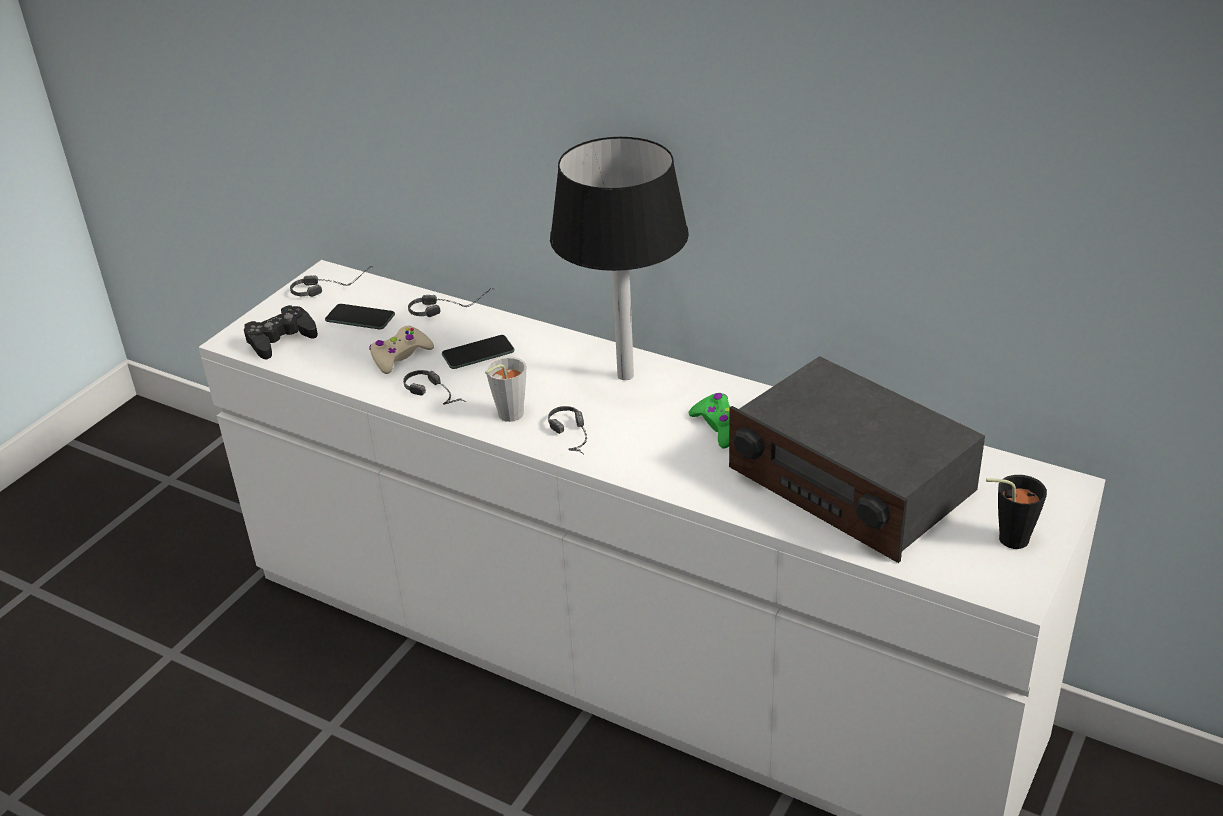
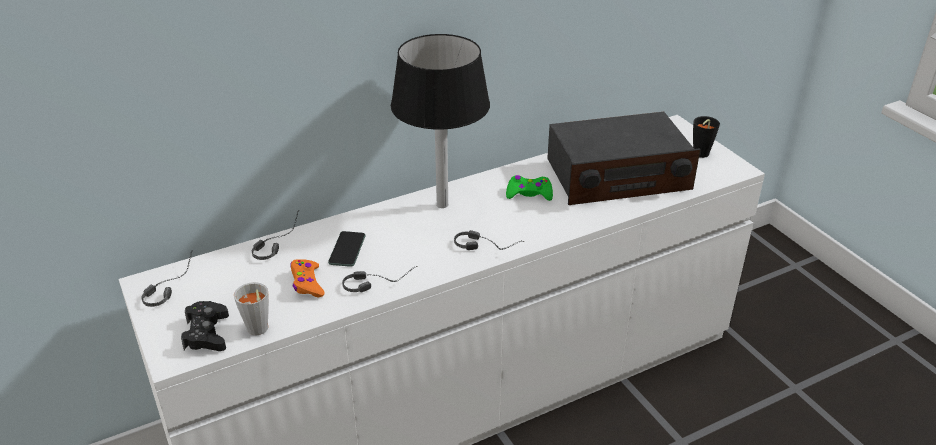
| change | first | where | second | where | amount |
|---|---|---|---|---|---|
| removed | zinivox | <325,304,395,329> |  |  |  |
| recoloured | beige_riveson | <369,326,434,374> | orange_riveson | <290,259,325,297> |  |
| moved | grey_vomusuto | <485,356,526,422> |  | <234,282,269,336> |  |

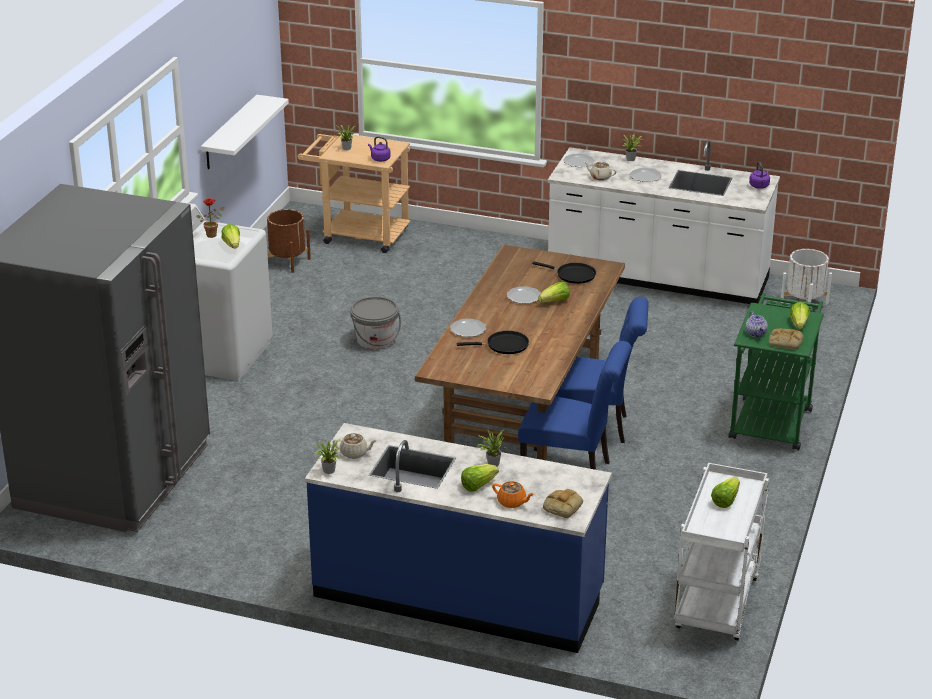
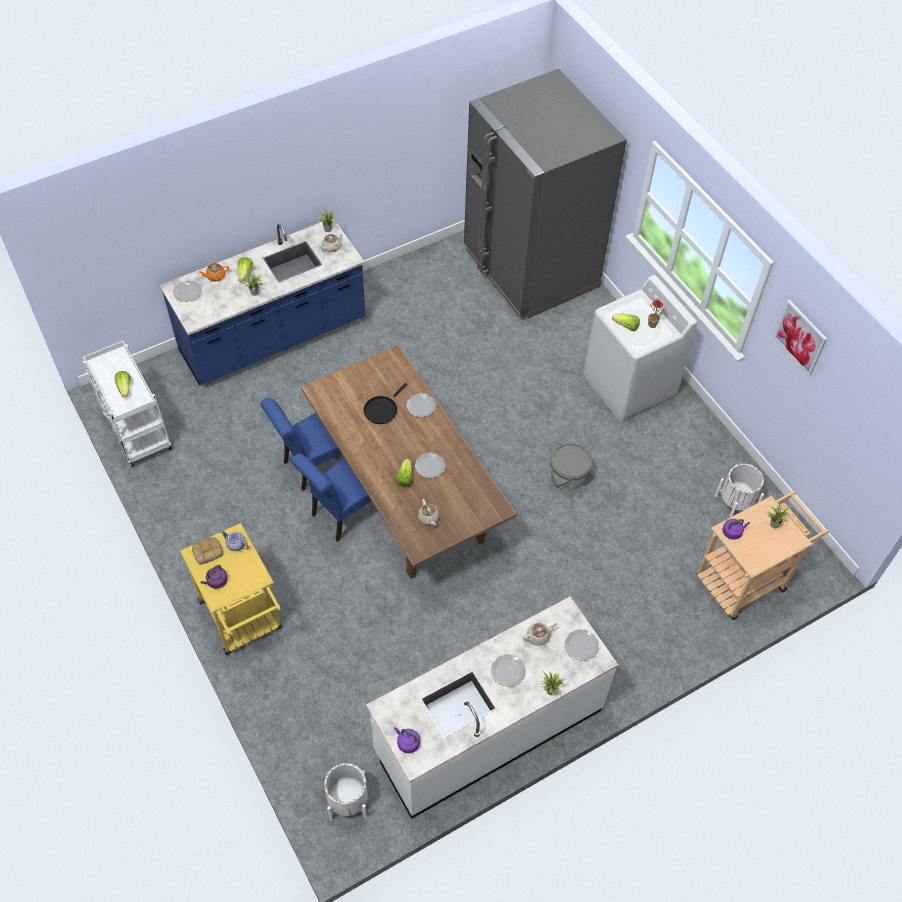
| change | first | where | second | where | amount |
|---|---|---|---|---|---|
| removed | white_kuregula | <201,95,289,169> |  |  |  |
| recoloured | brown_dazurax | <267,209,311,273> | white_dazurax | <715,463,764,519> |  |
| replaced | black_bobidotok | <532,262,596,284> | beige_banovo | <418,499,439,526> |  |
| replaced | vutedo | <543,489,583,518> | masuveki | <173,280,202,302> |  |
| recoloured | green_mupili | <728,293,824,450> | yellow_mupili | <180,523,282,655> |  |
| replaced | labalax | <790,302,810,329> | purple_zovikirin | <200,565,228,589> |  |
| added |  |  | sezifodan | <773,300,827,376> |  |

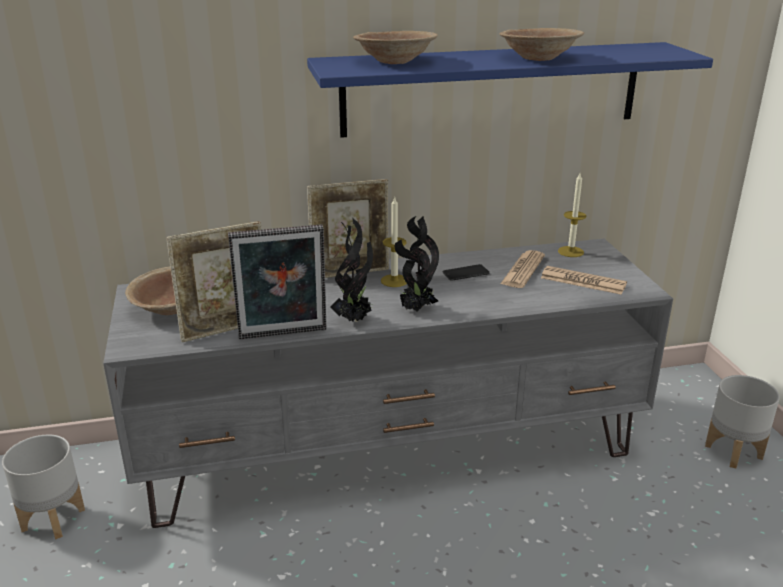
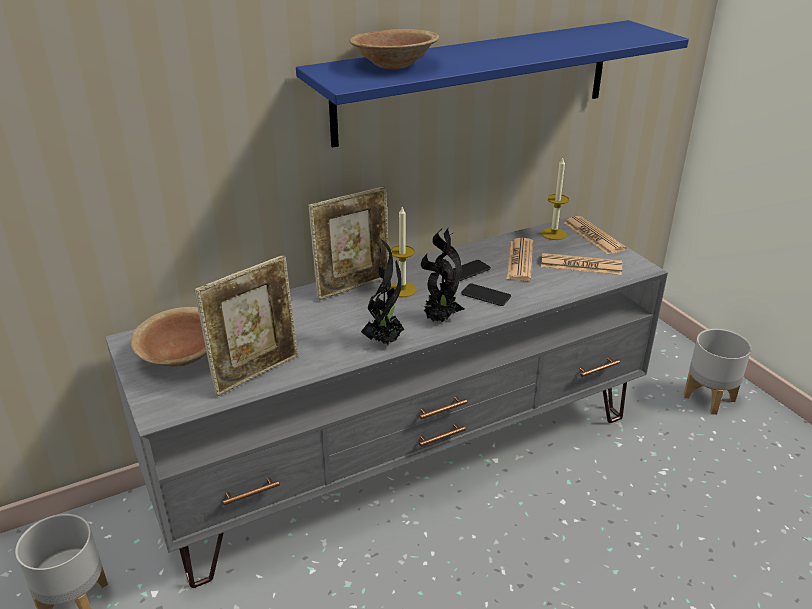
| change | first | where | second | where | amount |
|---|---|---|---|---|---|
| removed | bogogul | <228,225,327,339> |  |  |  |
| removed | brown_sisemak | <499,28,584,61> |  |  |  |
| added |  |  | zinivox | <461,283,511,306> |  |
| added |  |  | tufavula | <564,216,626,255> |  |

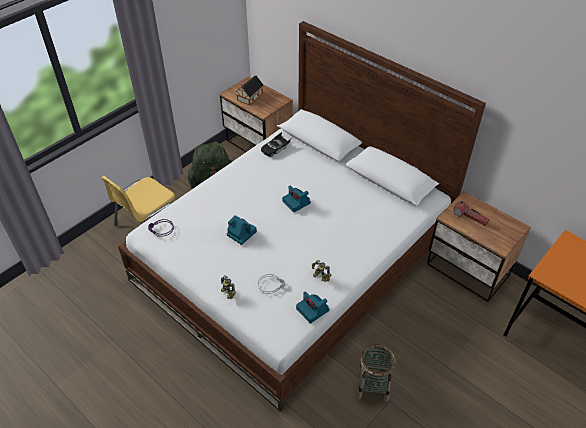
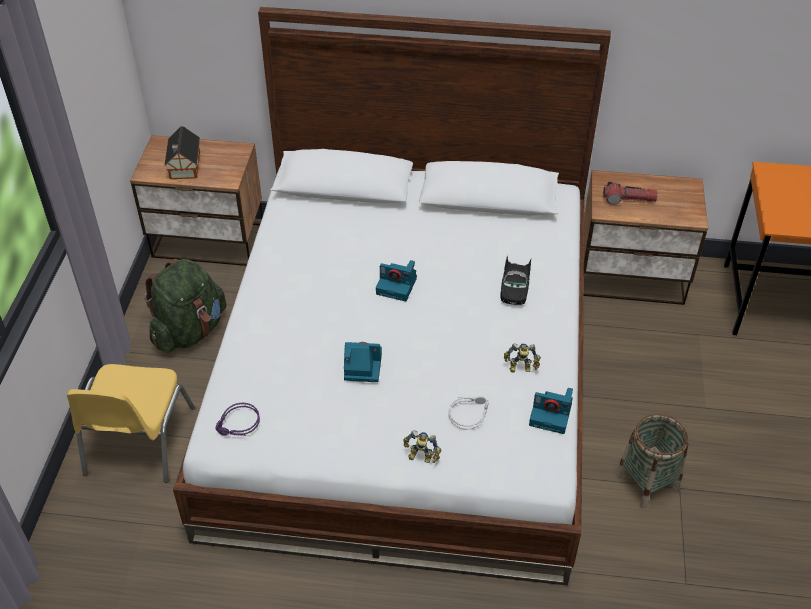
| change | first | where | second | where | amount |
|---|---|---|---|---|---|
| moved | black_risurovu | <261,132,291,157> |  | <500,256,531,305> |  |

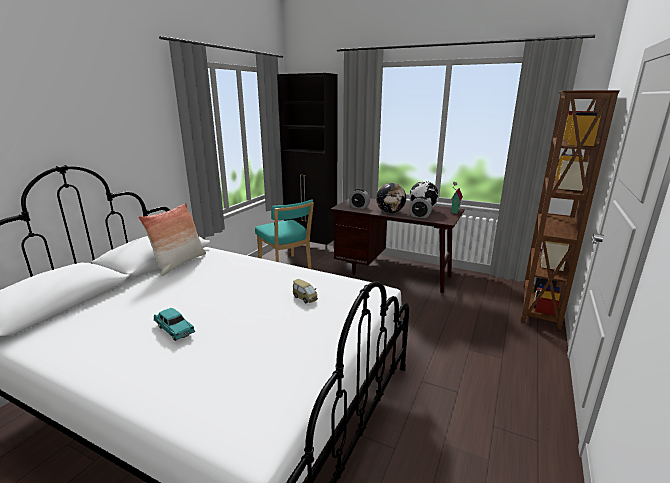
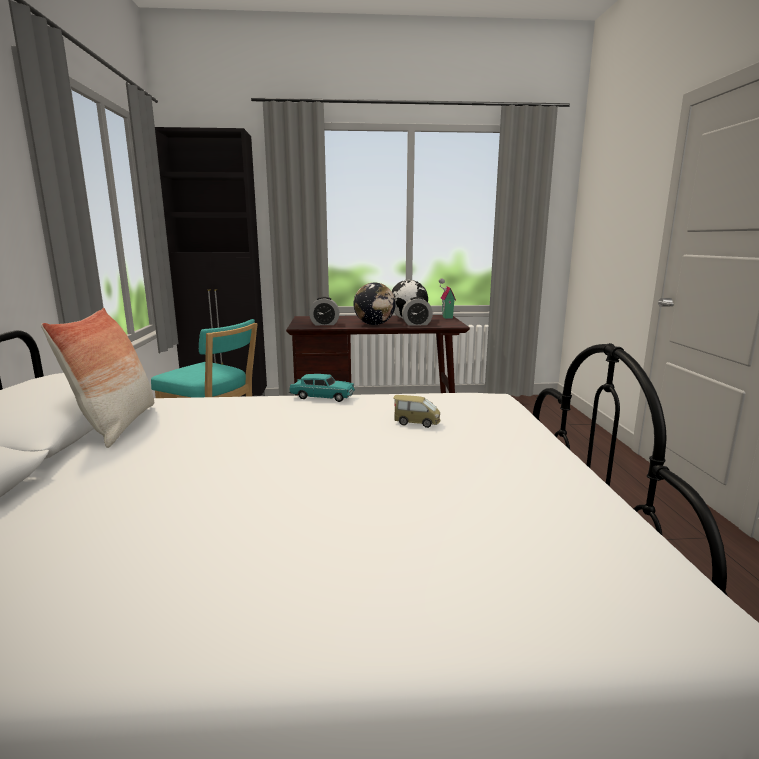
| change | first | where | second | where | amount |
|---|---|---|---|---|---|
| moved | turquoise_risurovu | <154,308,195,341> |  | <289,374,355,402> |  |
| removed | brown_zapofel | <521,90,620,330> |  |  |  |

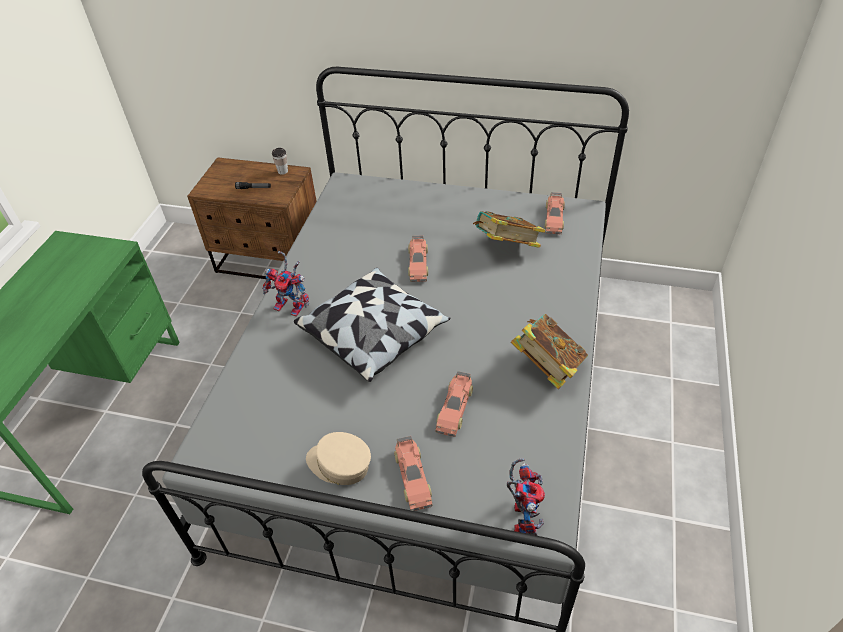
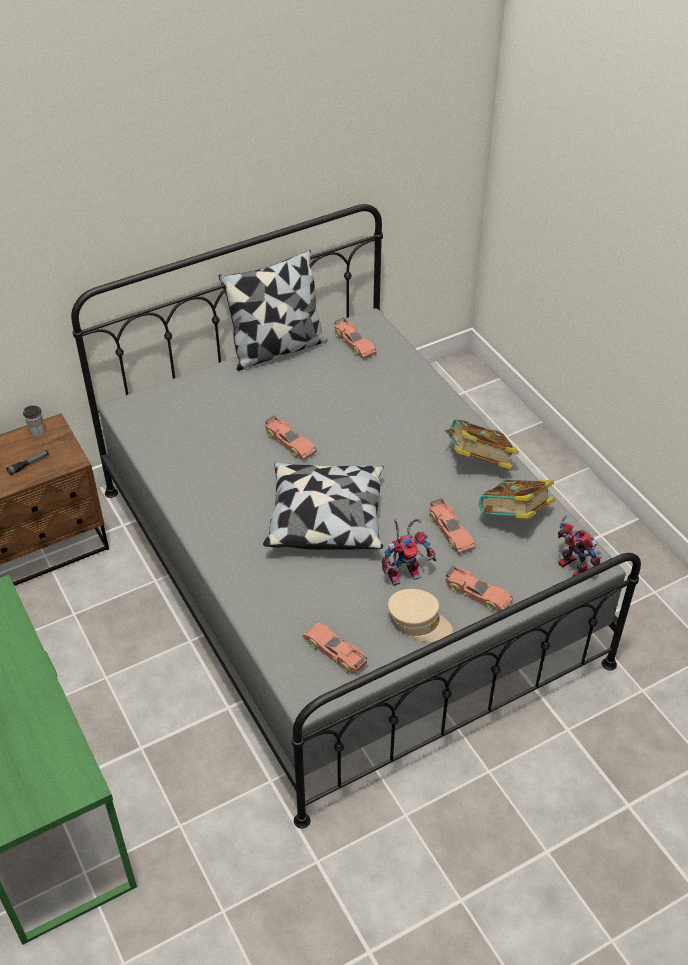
| change | first | where | second | where | amount |
|---|---|---|---|---|---|
| moved | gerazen | <262,251,309,317> |  | <382,518,436,586> |  |
| turned | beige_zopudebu | <306,432,371,485> |  | <388,589,453,642> | 135 degrees counterclockwise |
| moved | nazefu | <473,211,545,248> |  | <479,480,555,519> |  |
| added |  |  | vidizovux | <218,250,327,371> |  |
| added |  |  | risurovu | <303,623,367,673> |  |

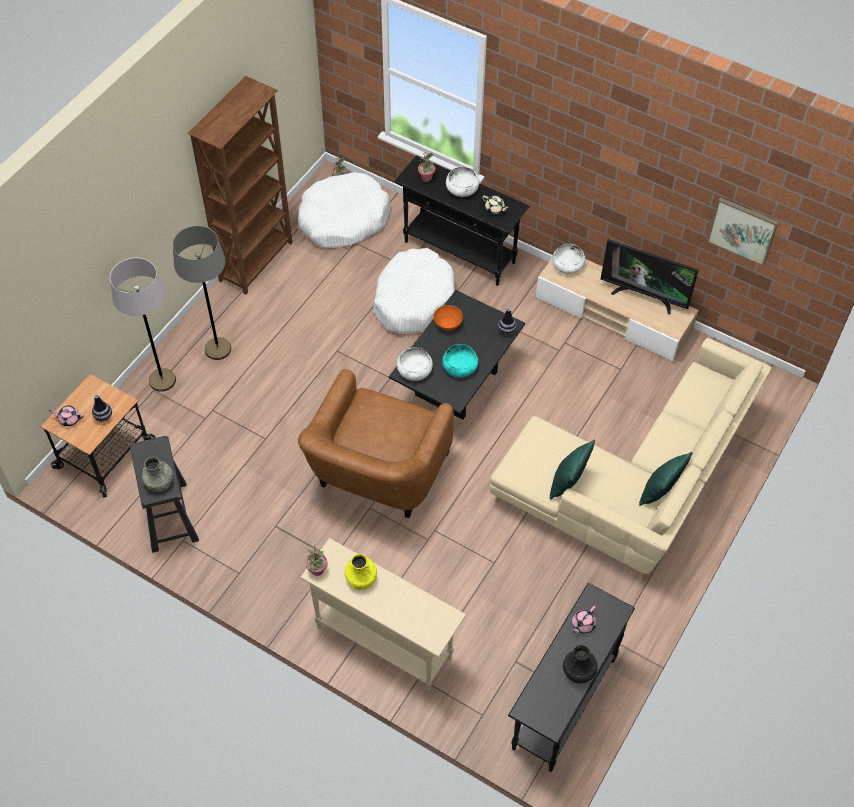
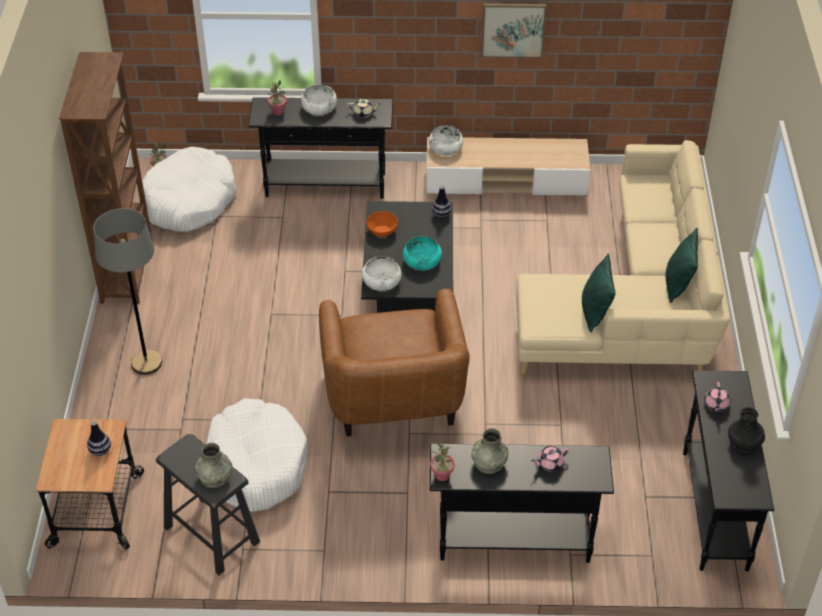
| change | first | where | second | where | amount |
|---|---|---|---|---|---|
| moved | pink_banovo | <49,405,84,426> |  | <531,446,569,471> |  |
| removed | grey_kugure | <110,258,176,392> |  |  |  |
| recoloured | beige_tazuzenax | <300,538,466,693> | black_tazuzenax | <430,443,614,563> |  |
| recoloured | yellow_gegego | <345,554,377,590> | grey_gegego | <471,428,509,474> |  |
| moved | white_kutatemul | <373,248,455,334> |  | <206,398,308,512> |  |
| removed | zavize | <601,239,699,315> |  |  |  |
| moved | sezifodan | <707,197,779,266> |  | <481,3,546,58> |  |

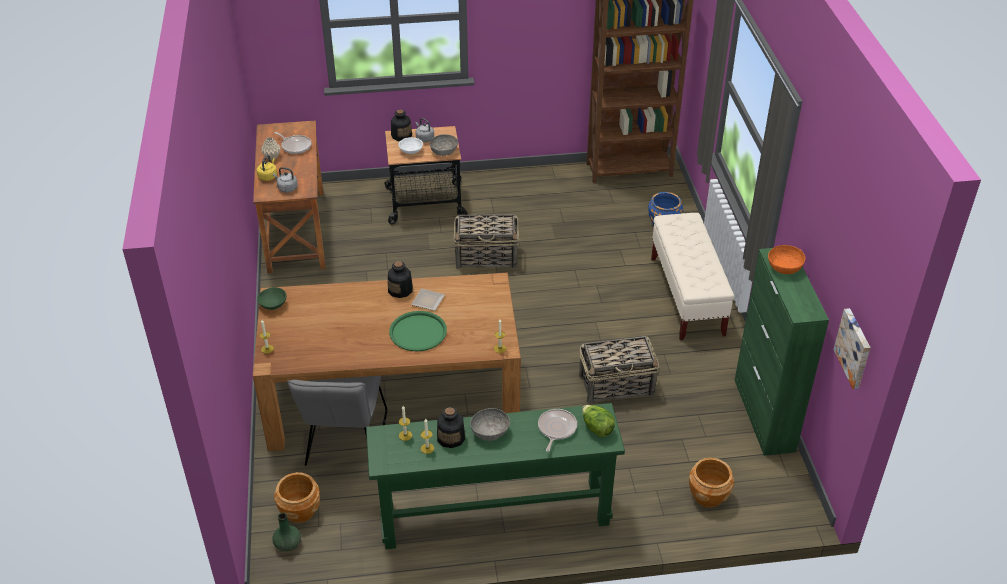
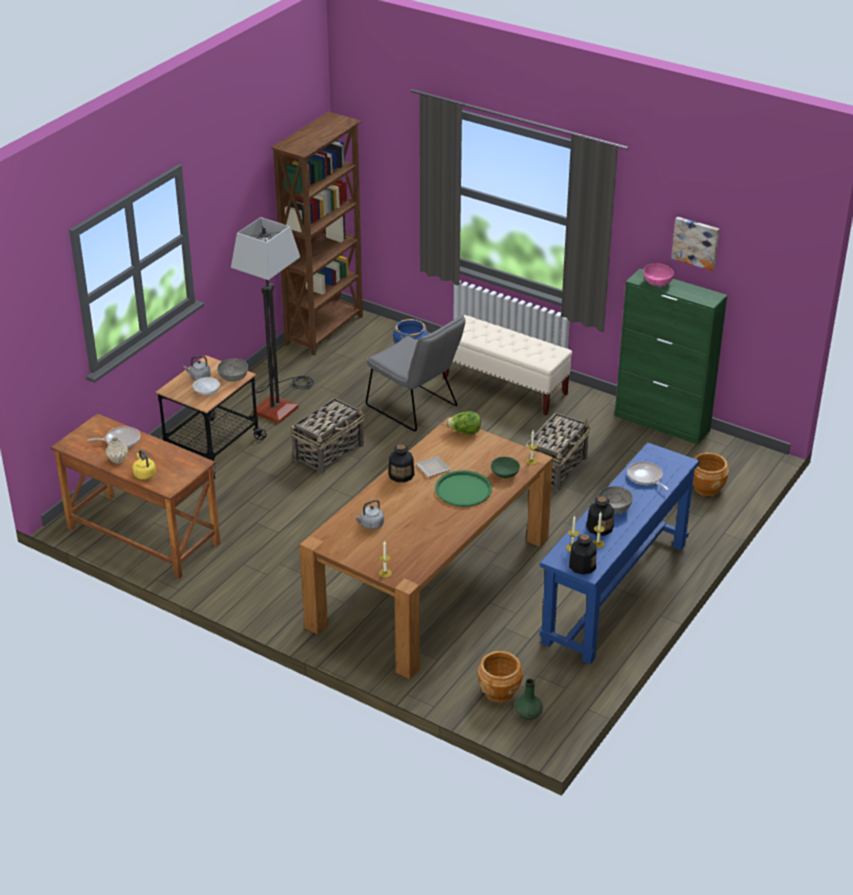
| change | first | where | second | where | amount |
|---|---|---|---|---|---|
| moved | green_sisemak | <257,287,287,310> |  | <491,457,520,478> |  |
| moved | grey_zovikirin | <273,167,298,193> |  | <354,500,384,529> |  |
| moved | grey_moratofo | <287,376,387,466> |  | <366,315,466,431> |  |
| recoloured | green_tazuzenax | <366,403,625,549> | blue_tazuzenax | <540,442,699,664> |  |
| moved | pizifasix | <391,110,412,141> |  | <569,534,596,575> |  |
| moved | labalax | <582,405,615,437> |  | <446,411,481,434> |  |
| recoloured | orange_sisemak | <768,245,805,274> | pink_sisemak | <643,263,674,286> |  |
| moved | sezifodan | <833,308,871,389> |  | <671,217,719,271> |  |
| added |  |  | kugure | <231,217,314,424> |  |

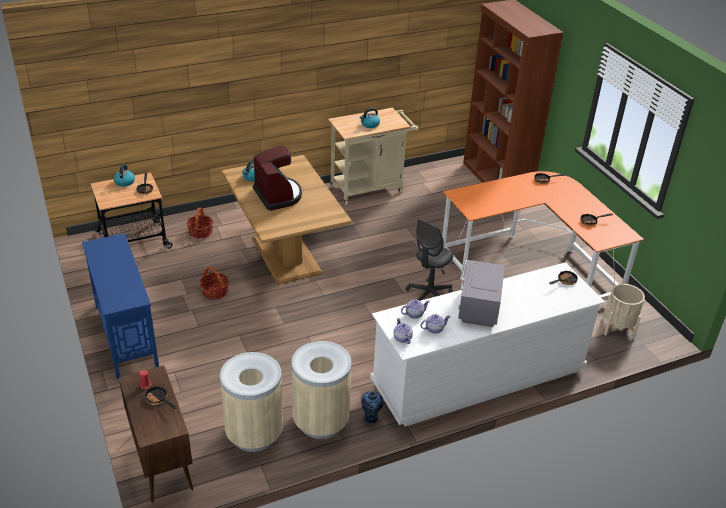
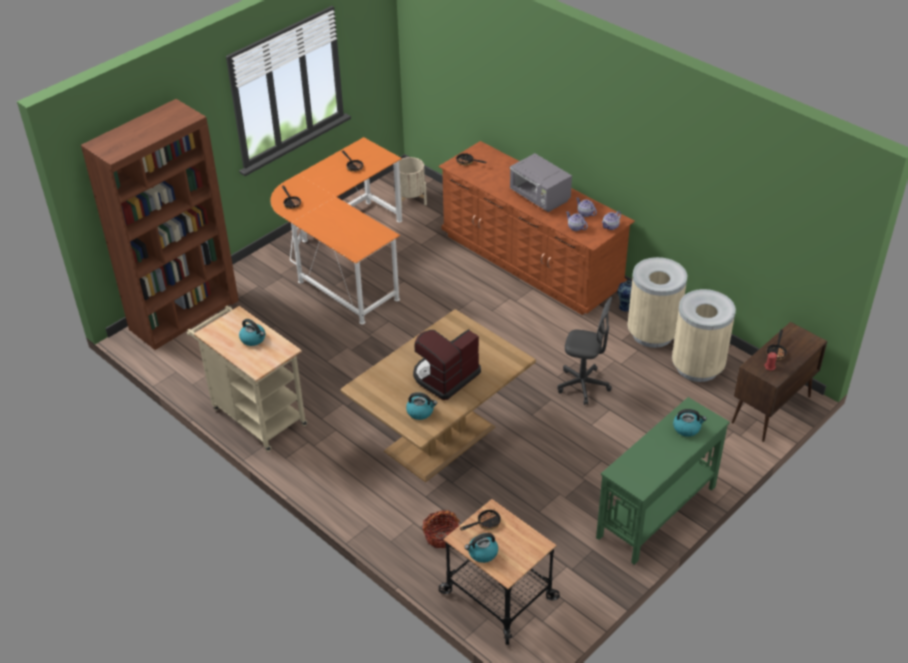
| change | first | where | second | where | amount |
|---|---|---|---|---|---|
| recoloured | blue_tazuzenax | <82,233,159,379> | green_tazuzenax | <596,397,730,565> |  |
| removed | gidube | <200,266,229,299> |  |  |  |
| recoloured | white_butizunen | <370,262,605,426> | brown_butizunen | <439,141,635,315> |  |
| moved | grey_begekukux | <406,219,453,301> |  | <558,297,612,405> |  |
| turned | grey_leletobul | <458,260,505,327> |  | <510,153,572,212> | 60 degrees clockwise |
| added |  |  | zovikirin | <673,409,707,437> |  |

